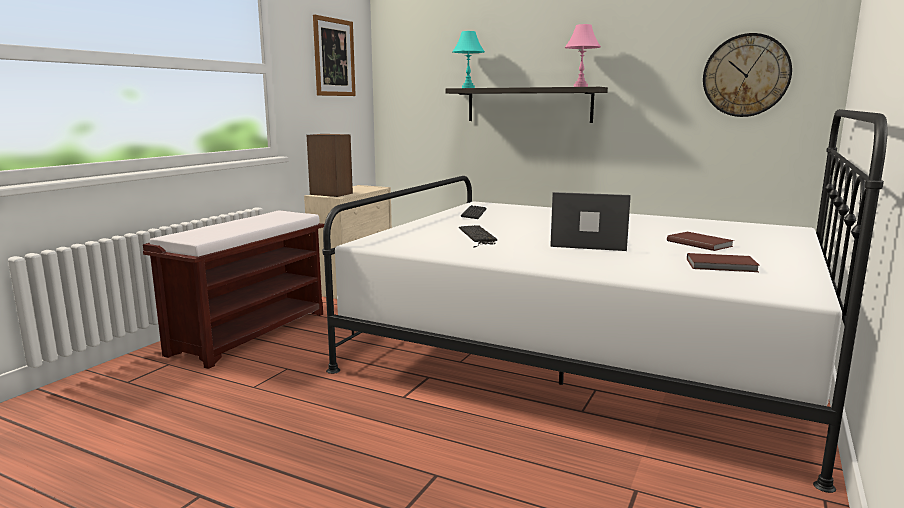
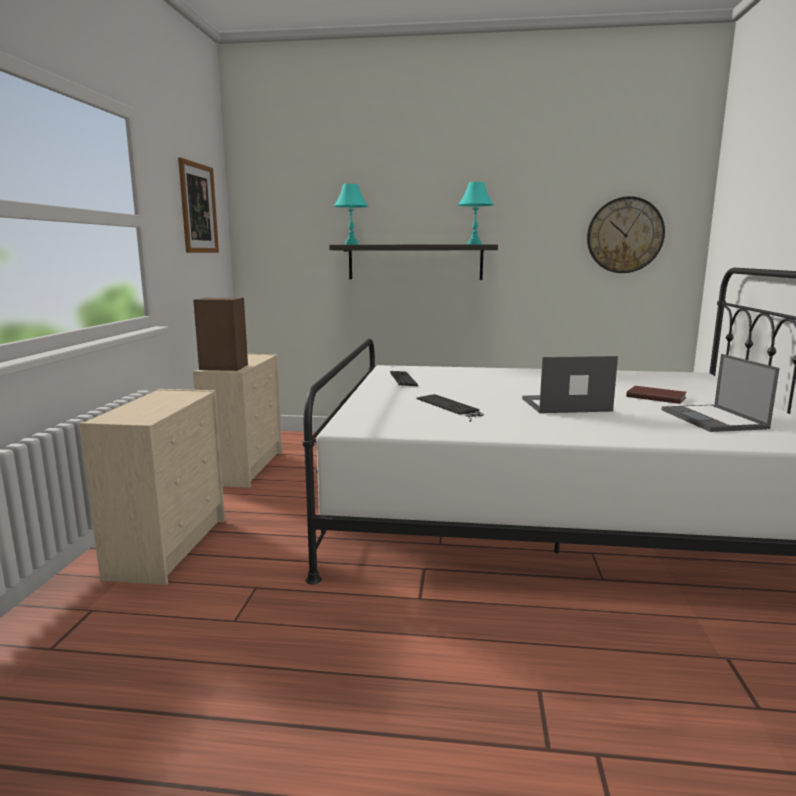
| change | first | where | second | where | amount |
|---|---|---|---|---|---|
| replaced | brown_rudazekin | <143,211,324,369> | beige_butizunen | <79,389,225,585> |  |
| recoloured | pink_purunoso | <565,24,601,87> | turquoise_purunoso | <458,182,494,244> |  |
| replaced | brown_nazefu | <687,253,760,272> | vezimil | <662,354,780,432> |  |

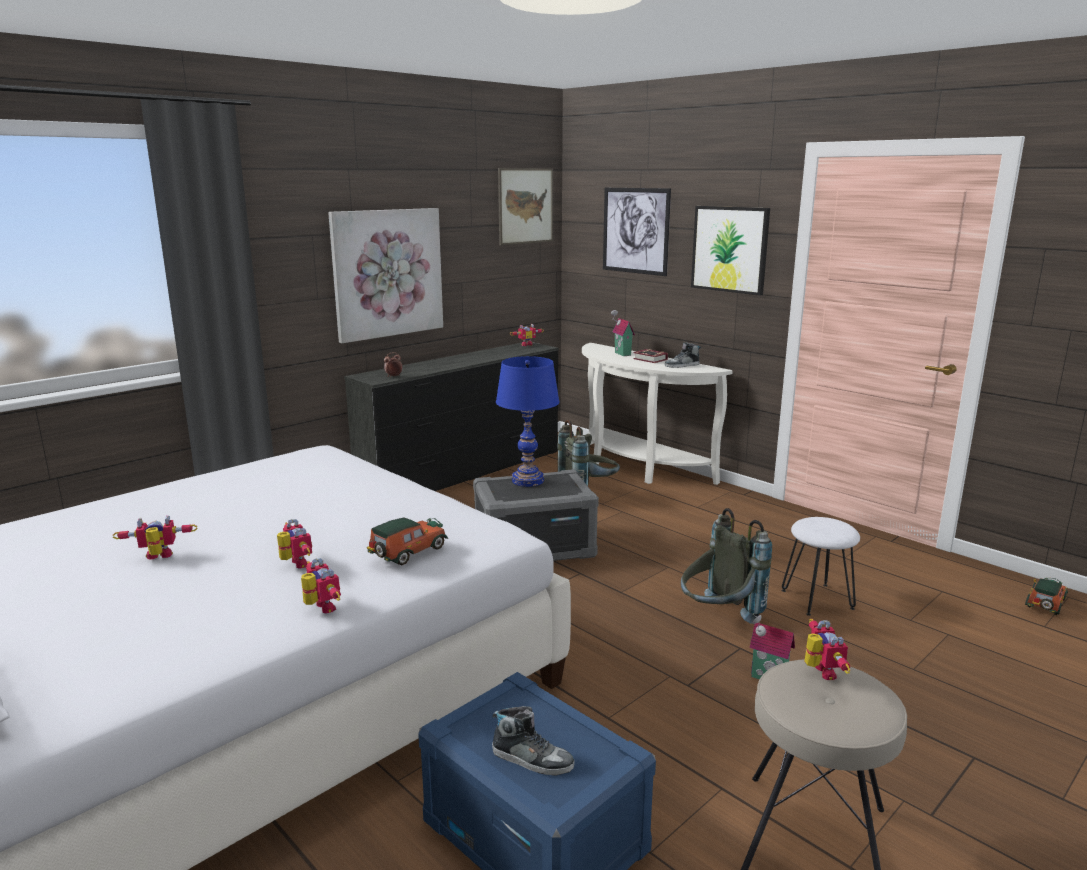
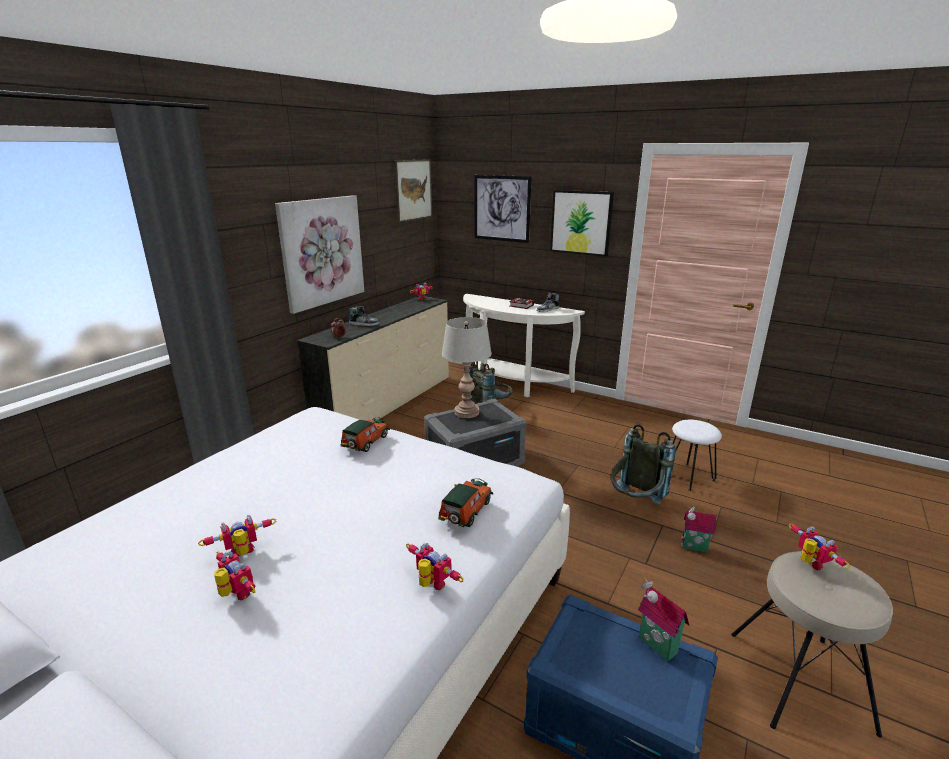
| change | first | where | second | where | amount |
|---|---|---|---|---|---|
| moved | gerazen | <277,519,312,569> |  | <214,551,256,600> |  |
| recoloured | black_butizunen | <344,342,559,491> | beige_butizunen | <297,296,449,421> |  |
| moved | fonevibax | <492,706,575,776> |  | <348,306,380,326> |  |
| recoloured | blue_purunoso | <496,356,560,487> | grey_purunoso | <442,317,492,418> |  |
| moved | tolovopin | <611,310,635,356> |  | <638,577,689,661> |  |
| moved | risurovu | <1025,578,1068,615> |  | <341,417,390,452> |  |

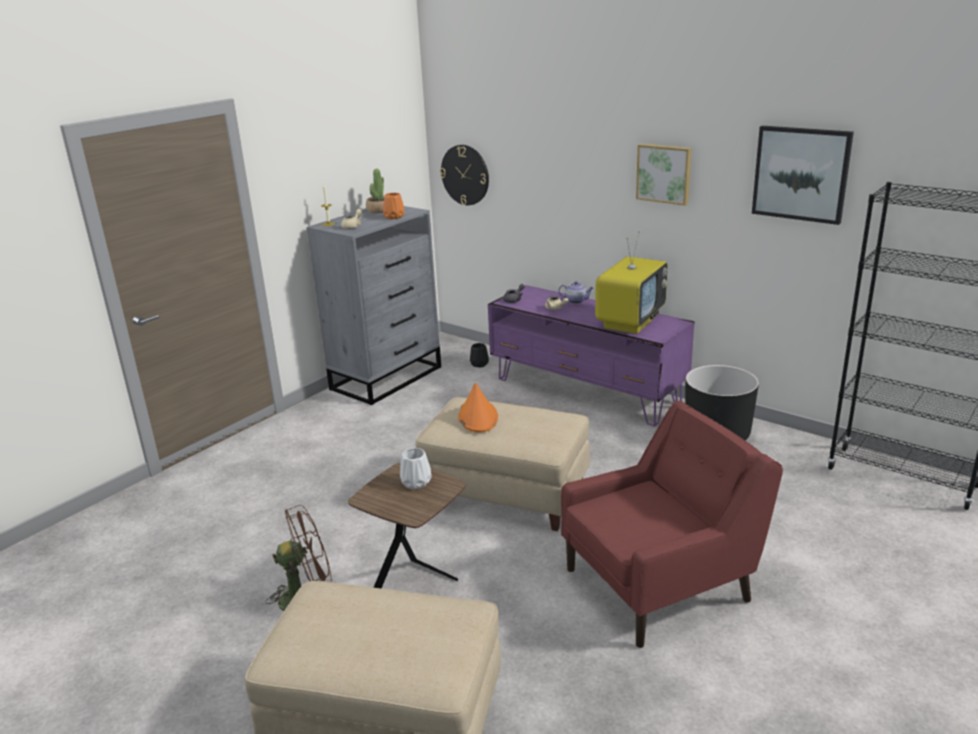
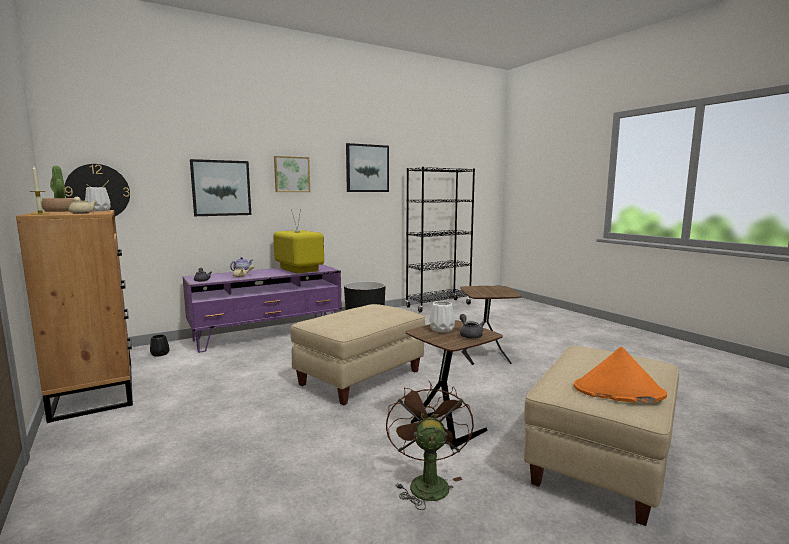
| change | first | where | second | where | amount |
|---|---|---|---|---|---|
| recoloured | grey_butizunen | <307,206,441,405> | brown_butizunen | <16,210,133,423> |  |
| recoloured | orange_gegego | <383,193,404,219> | white_gegego | <85,187,111,211> |  |
| moved | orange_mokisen | <458,383,498,433> |  | <574,347,667,403> |  |
| replaced | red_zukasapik | <561,401,783,648> | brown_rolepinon | <460,286,522,365> |  |
| added |  |  | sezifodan | <190,159,251,216> |  |
| added |  |  | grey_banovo | <460,314,485,339> |  |

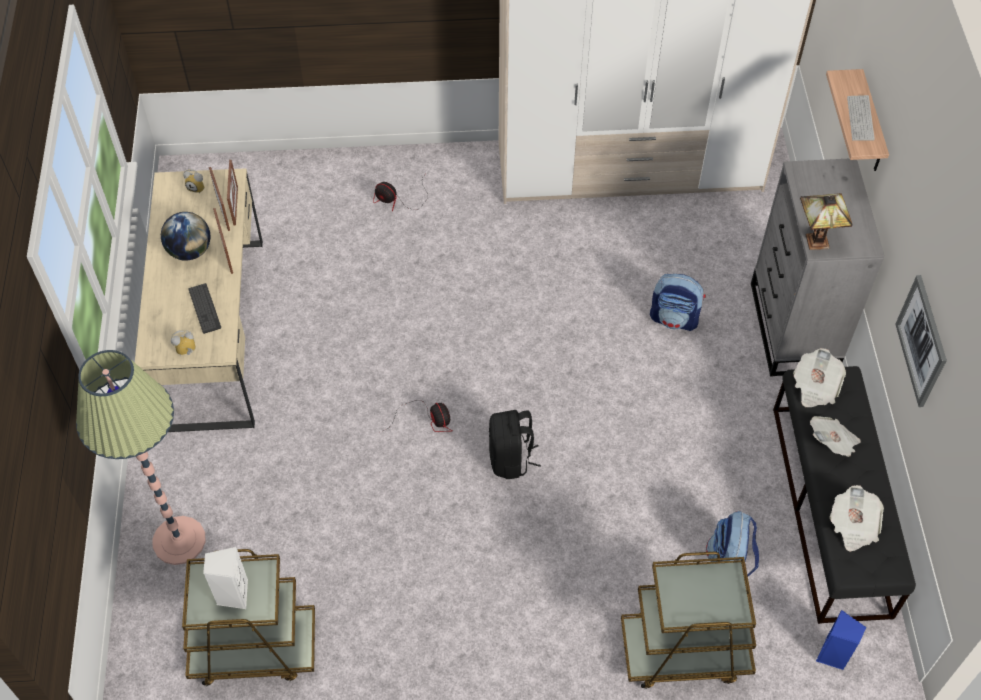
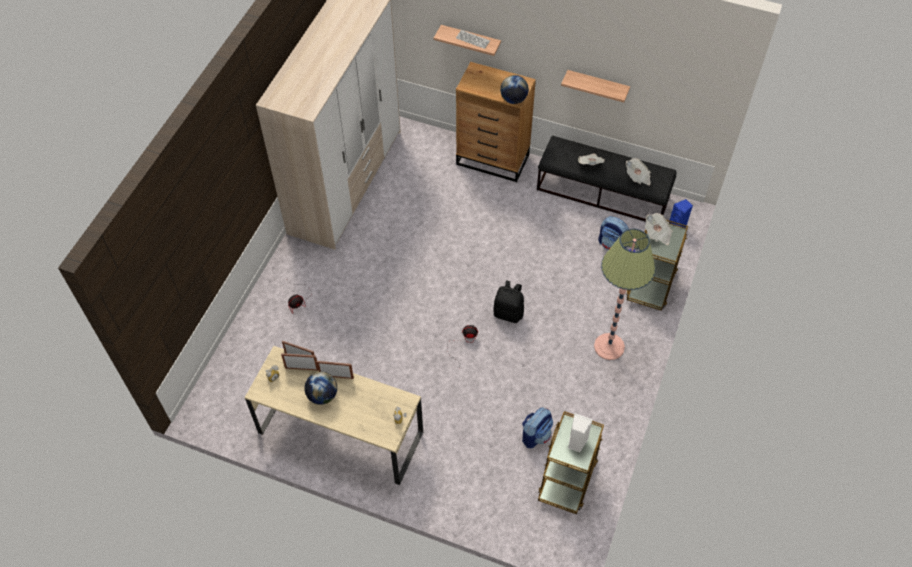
| change | first | where | second | where | amount |
|---|---|---|---|---|---|
| moved | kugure | <76,350,206,565> |  | <594,229,655,360> |  |
| removed | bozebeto | <189,283,221,334> |  |  |  |
| moved | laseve | <650,274,706,331> |  | <522,408,553,448> |  |
| recoloured | grey_butizunen | <751,159,885,377> | brown_butizunen | <456,62,536,182> |  |
| moved | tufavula | <793,348,846,407> |  | <645,213,673,245> |  |
| replaced | purunoso | <800,193,853,250> | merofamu | <500,75,529,104> |  |
| replaced | sezifodan | <895,275,947,407> | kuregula | <561,70,630,102> |  |

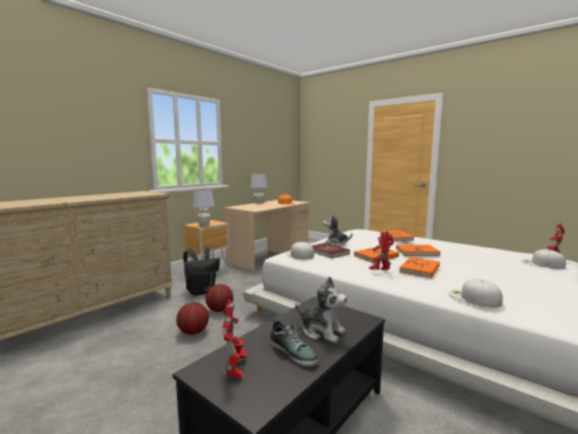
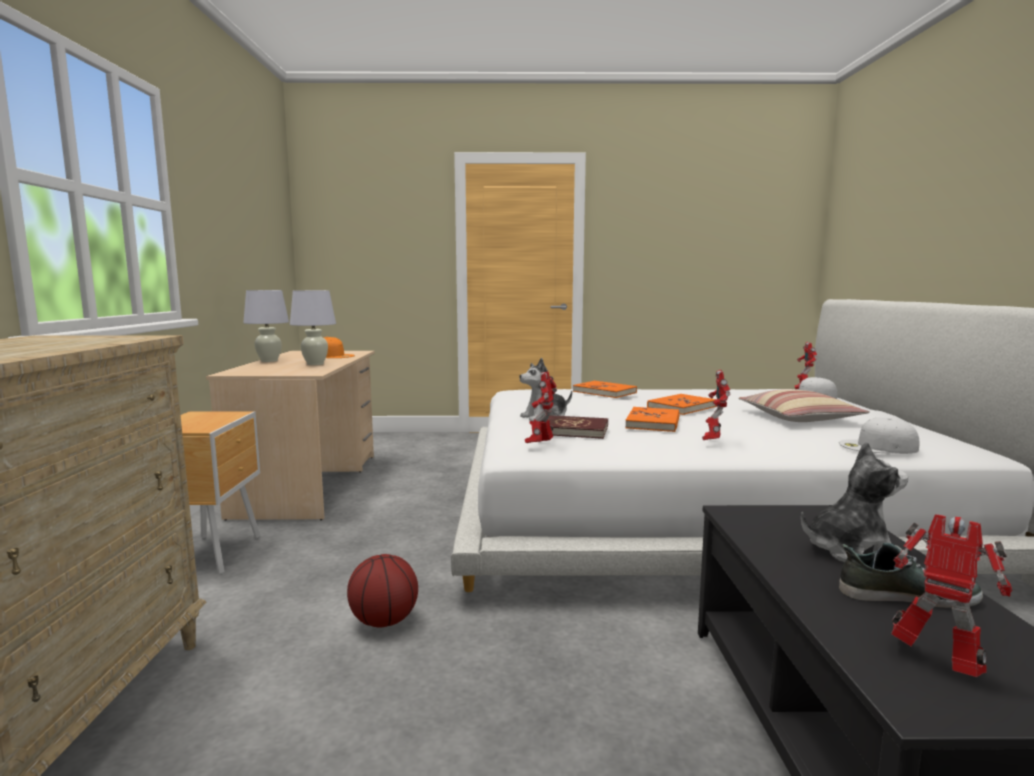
| change | first | where | second | where | amount |
|---|---|---|---|---|---|
| removed | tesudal | <176,302,209,335> |  |  |  |
| removed | black_laseve | <183,247,220,296> |  |  |  |
| moved | white_purunoso | <192,189,215,227> |  | <290,290,336,365> |  |
| replaced | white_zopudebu | <286,242,314,260> | gerazen | <525,371,557,443> |  |
| removed | orange_nazefu | <400,257,440,278> |  |  |  |
| added |  |  | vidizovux | <738,389,870,422> |  |

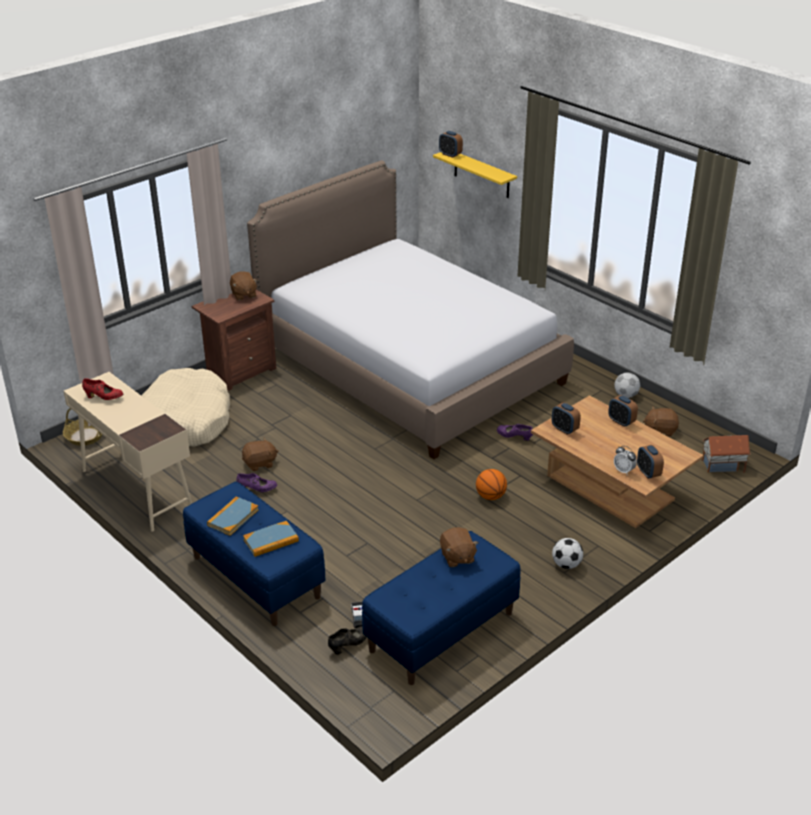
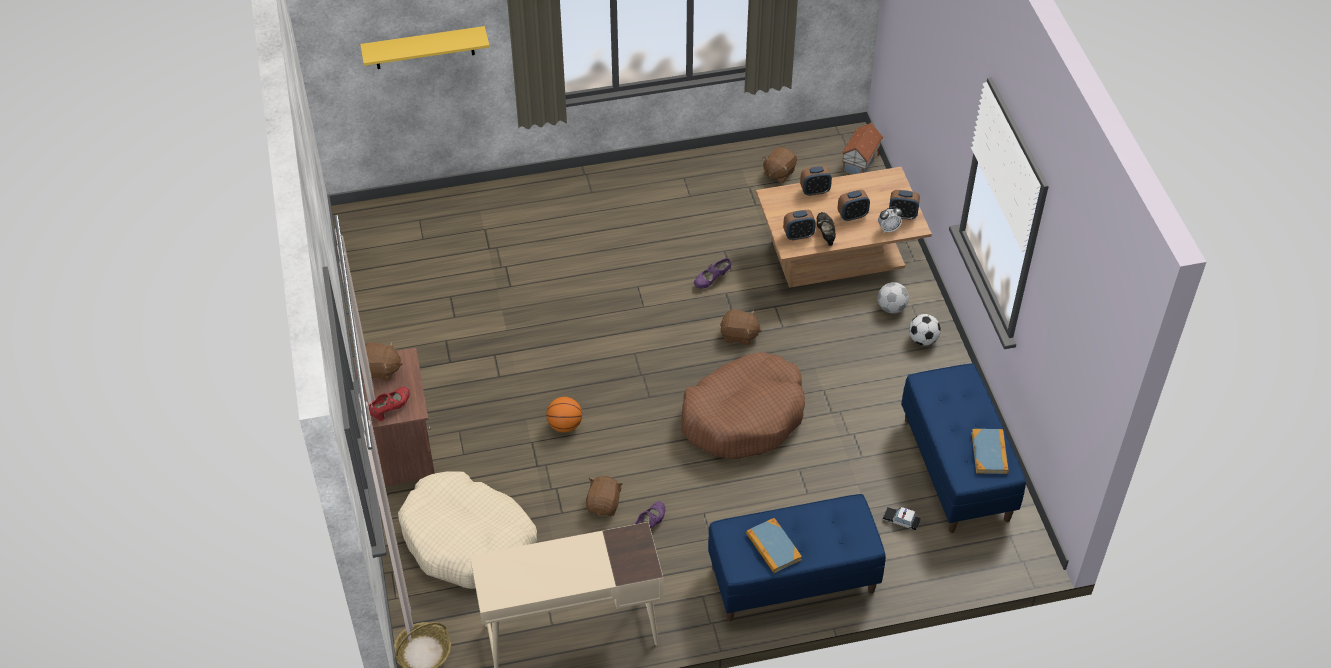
| change | first | where | second | where | amount |
|---|---|---|---|---|---|
| moved | red_fonevibax | <82,378,123,400> |  | <369,387,410,421> |  |
| moved | nazefu | <243,521,299,557> |  | <972,429,1009,474> |  |
| removed | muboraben | <247,160,574,459> |  |  |  |
| moved | black_fonevibax | <328,626,367,655> |  | <817,212,836,246> |  |
| moved | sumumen | <439,131,463,158> |  | <837,190,870,221> |  |
| moved | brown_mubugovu | <440,527,478,567> |  | <720,310,762,346> |  |
| moved | tesudal | <476,469,507,500> |  | <546,397,582,433> |  |
| moved | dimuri | <614,372,640,398> |  | <877,282,909,313> |  |
| added |  |  | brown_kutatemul | <681,352,805,459> |  |

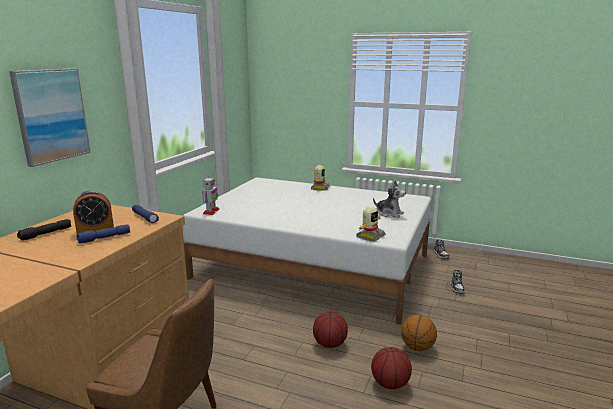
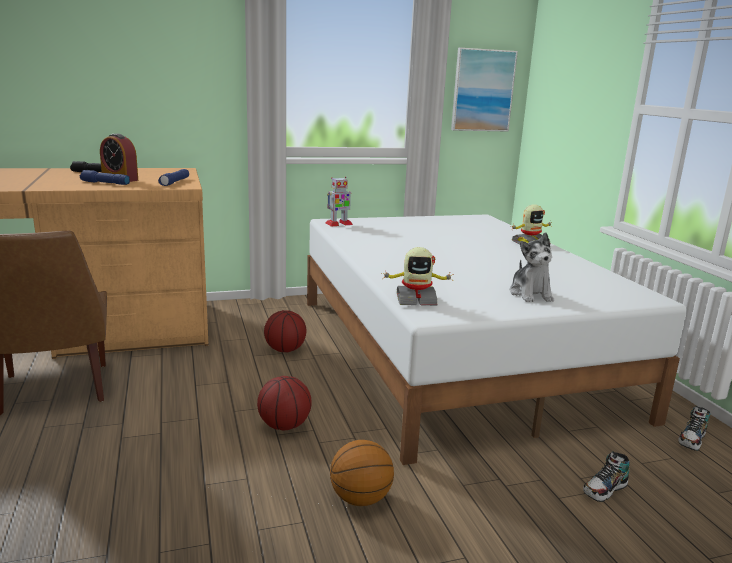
| change | first | where | second | where | amount |
|---|---|---|---|---|---|
| moved | sezifodan | <9,68,91,167> |  | <451,48,518,132> |  |
| moved | tesudal | <371,347,412,389> |  | <264,310,306,352> |  |

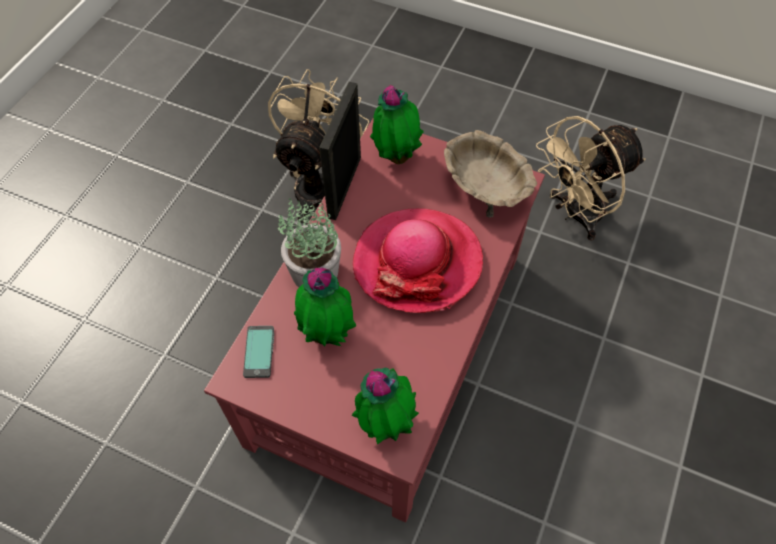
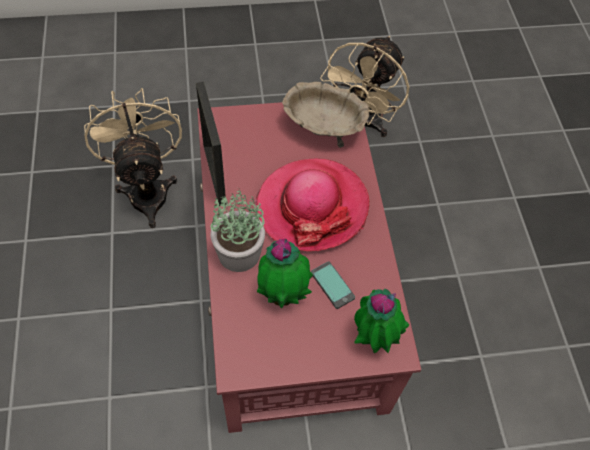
| change | first | where | second | where | amount |
|---|---|---|---|---|---|
| moved | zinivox | <243,326,274,378> |  | <311,261,355,309> |  |
| removed | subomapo | <370,85,424,164> |  |  |  |

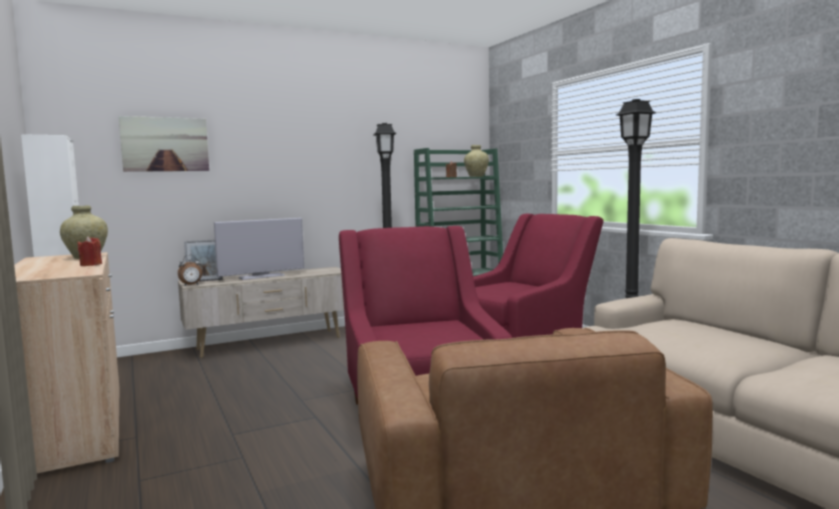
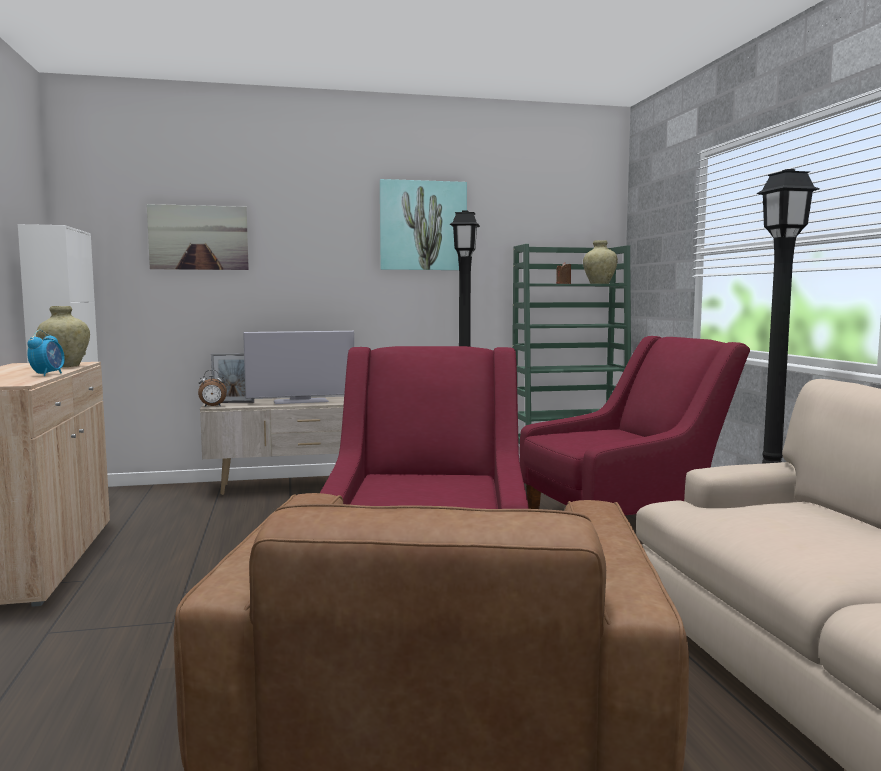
| change | first | where | second | where | amount |
|---|---|---|---|---|---|
| replaced | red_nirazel | <78,236,102,266> | sumumen | <27,330,65,376> |  |
| added |  |  | sezifodan | <380,179,467,270> |  |

